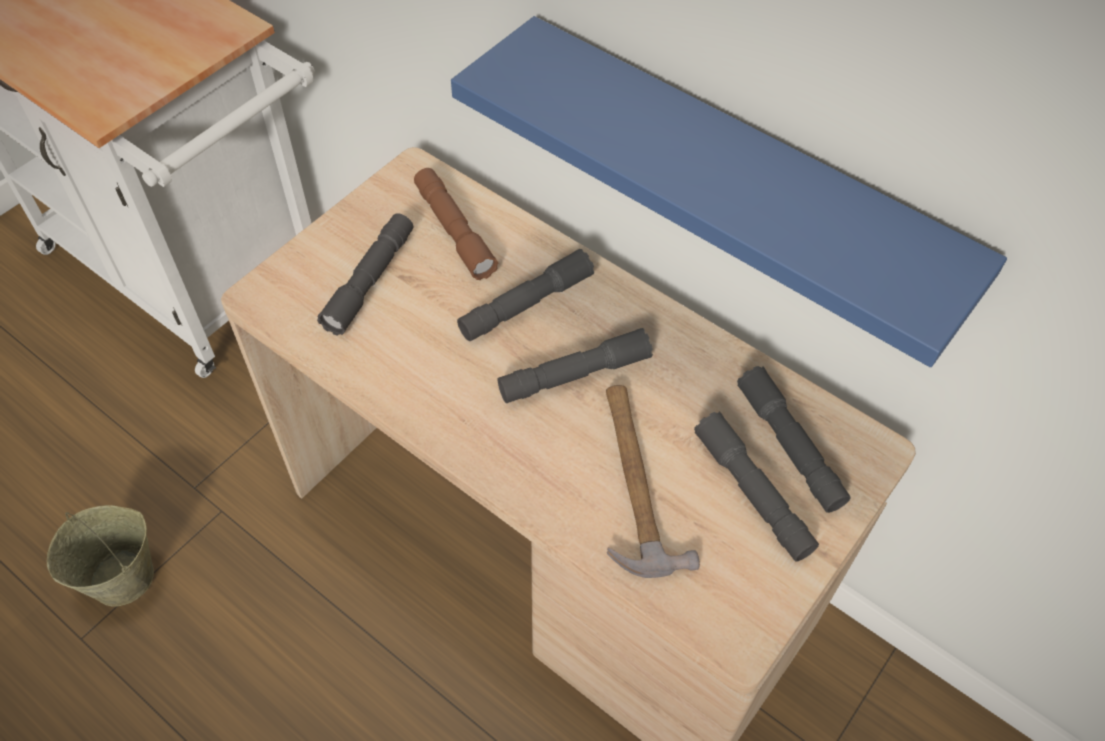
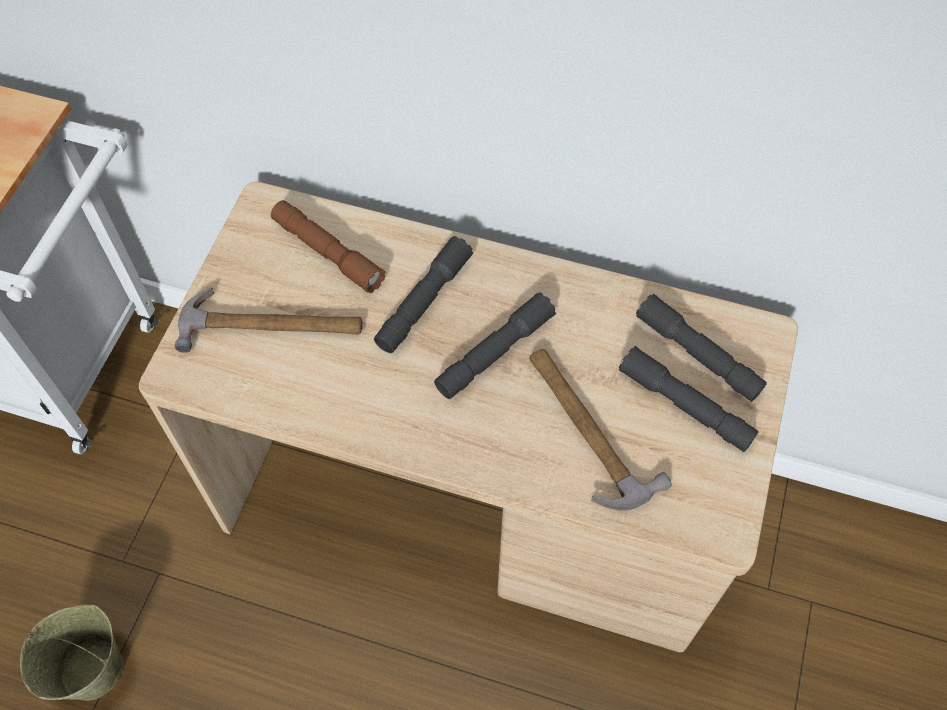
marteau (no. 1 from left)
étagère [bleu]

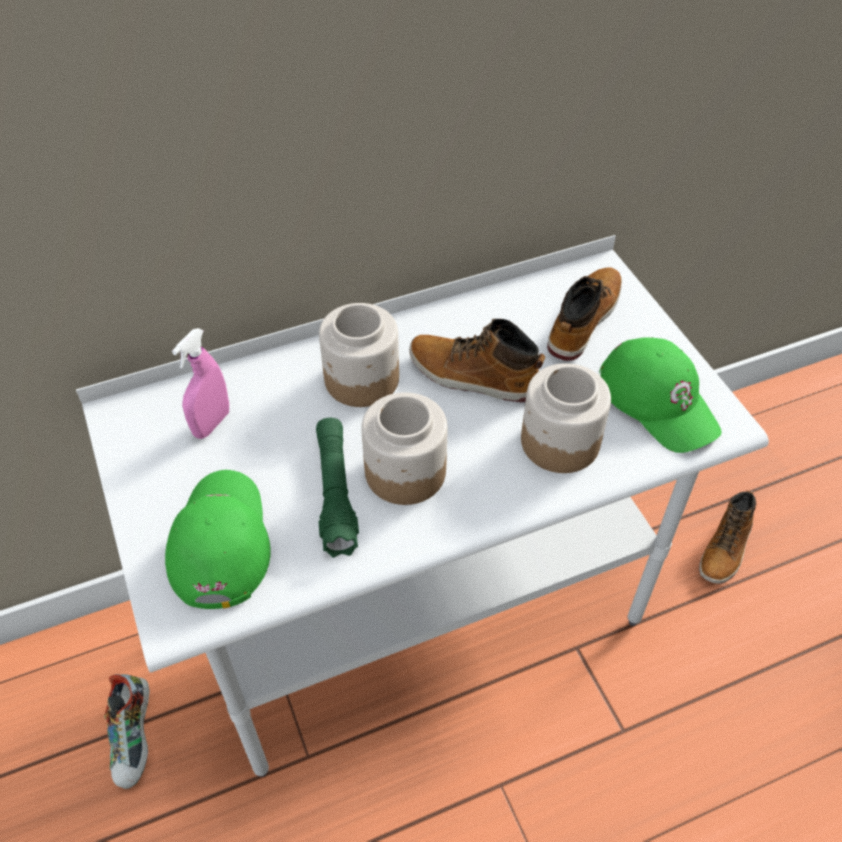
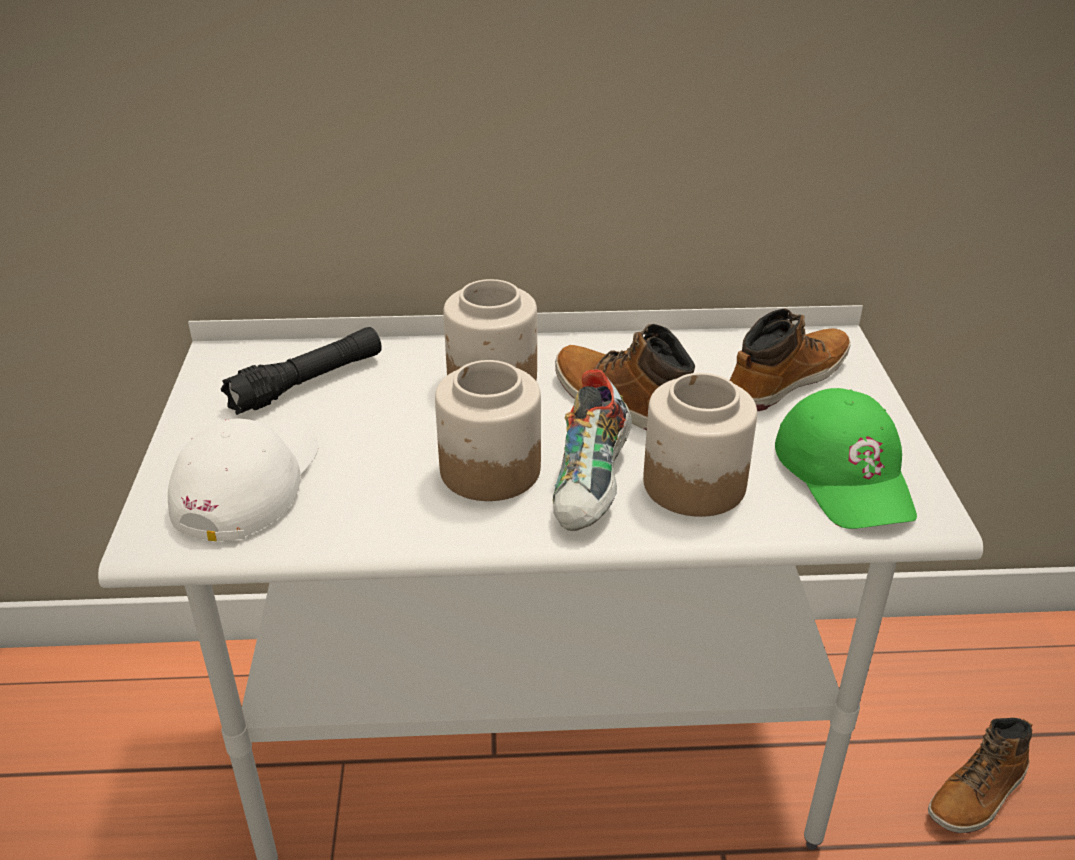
casquette [blanc]
lampe de poche [noir]
chaussure
lampe de poche [vert]

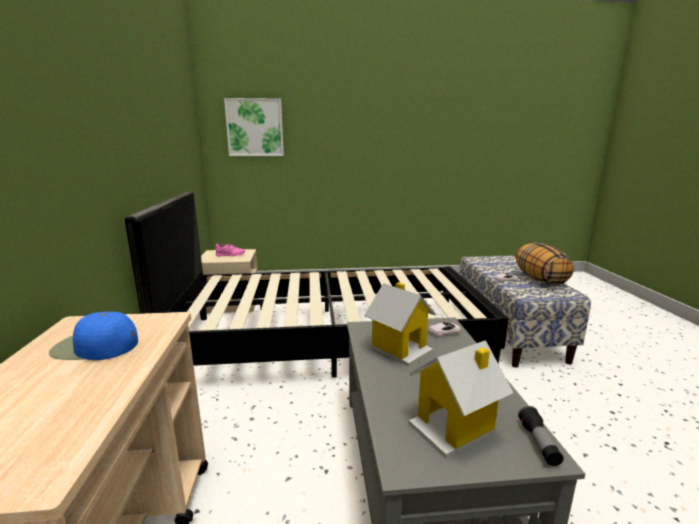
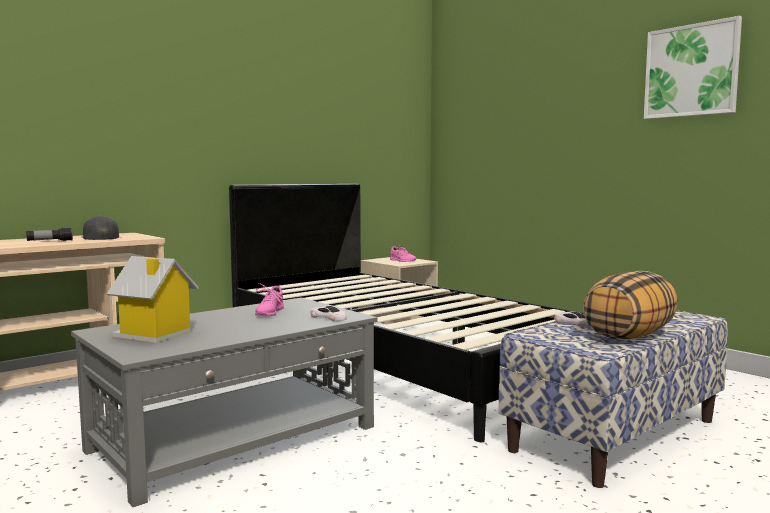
lampe de poche
casquette [noir]
chaussure [rose] (no. 1 from left)
tableau

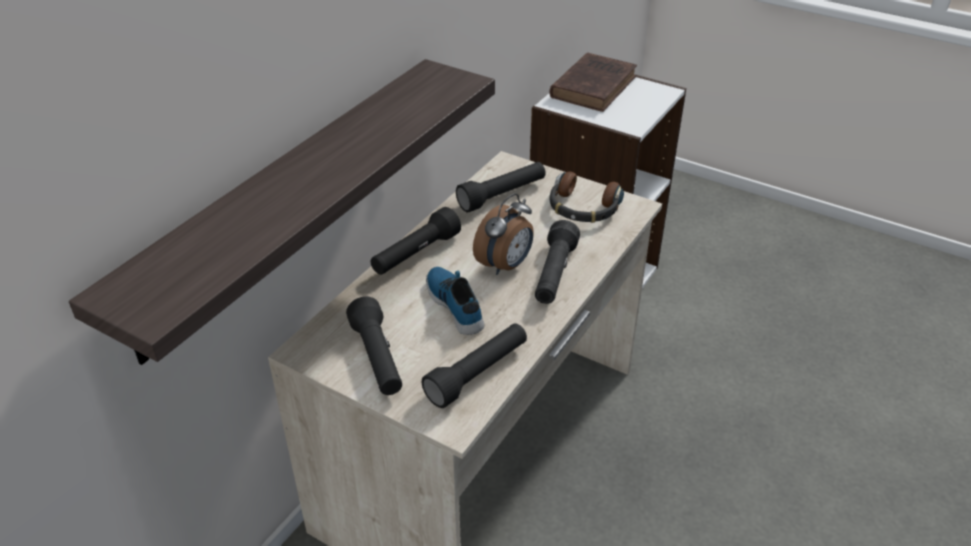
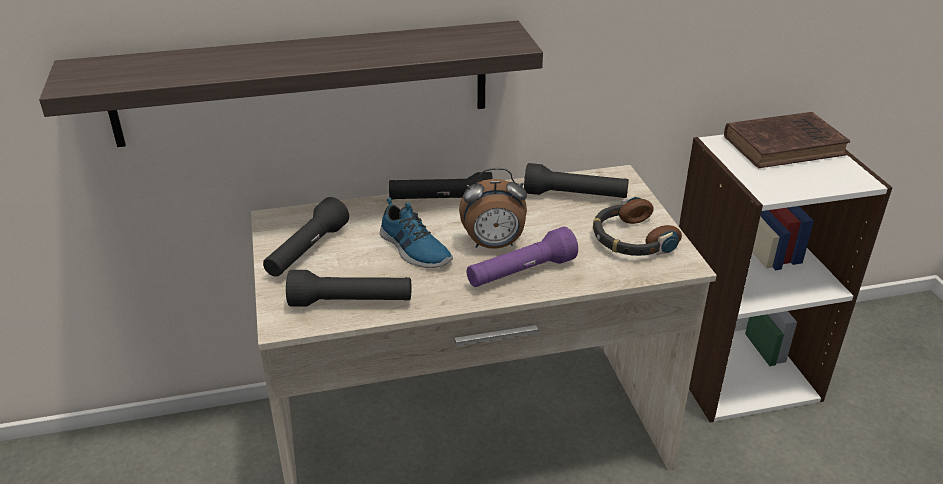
chaussure
lampe de poche [violet]

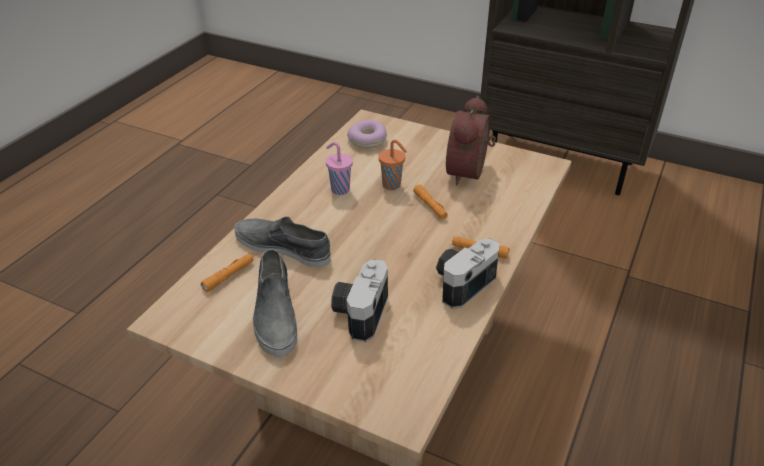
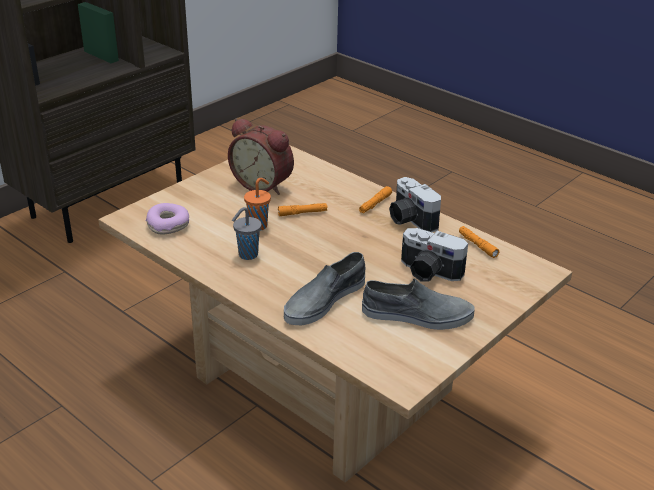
tasse [gris]
lampe de poche [orange] (no. 3 from left)

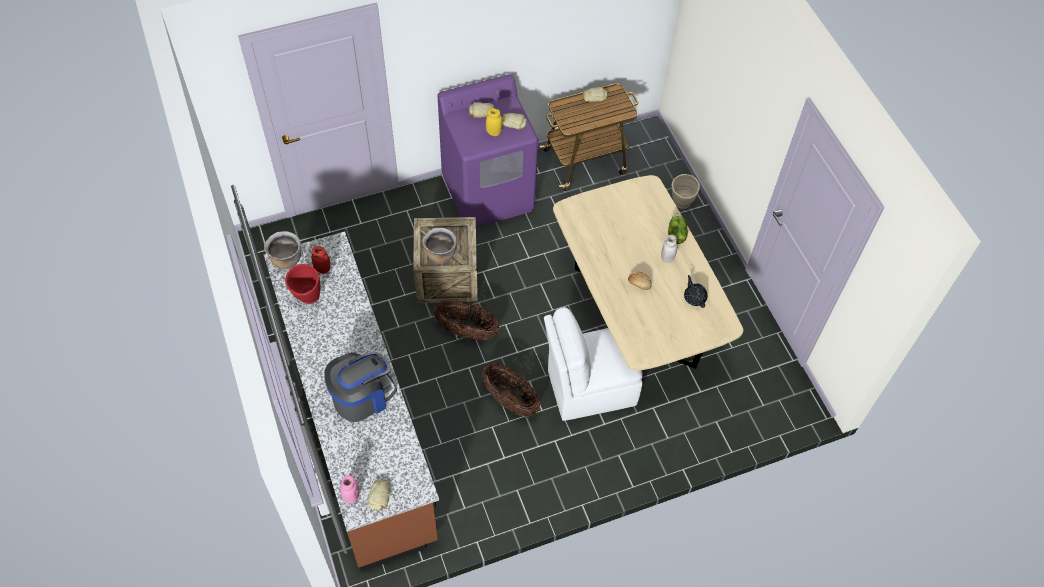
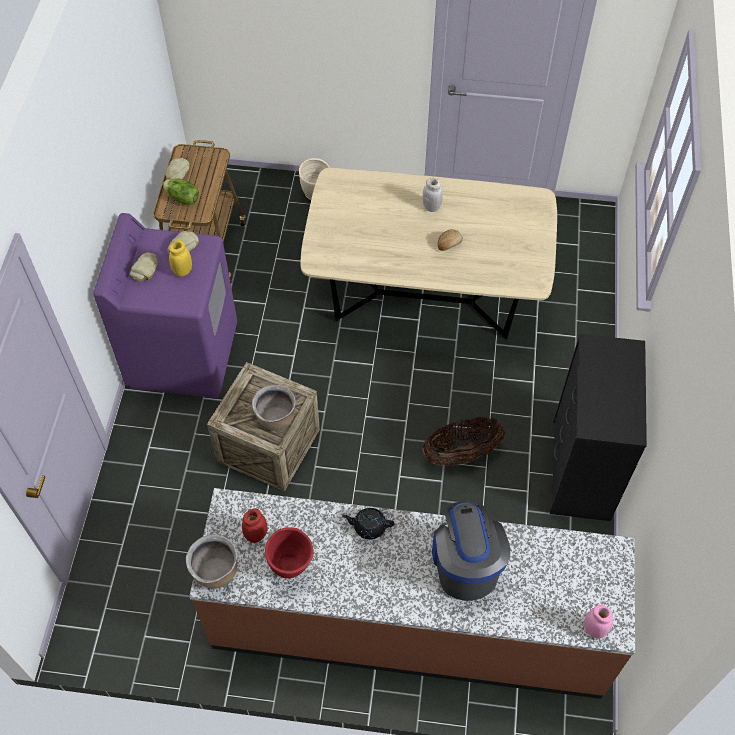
laitue
théière [noir]
commode [noir]
pain (no. 1 from left in the first image)
panier (no. 1 from left in the first image)
chaise [blanc]

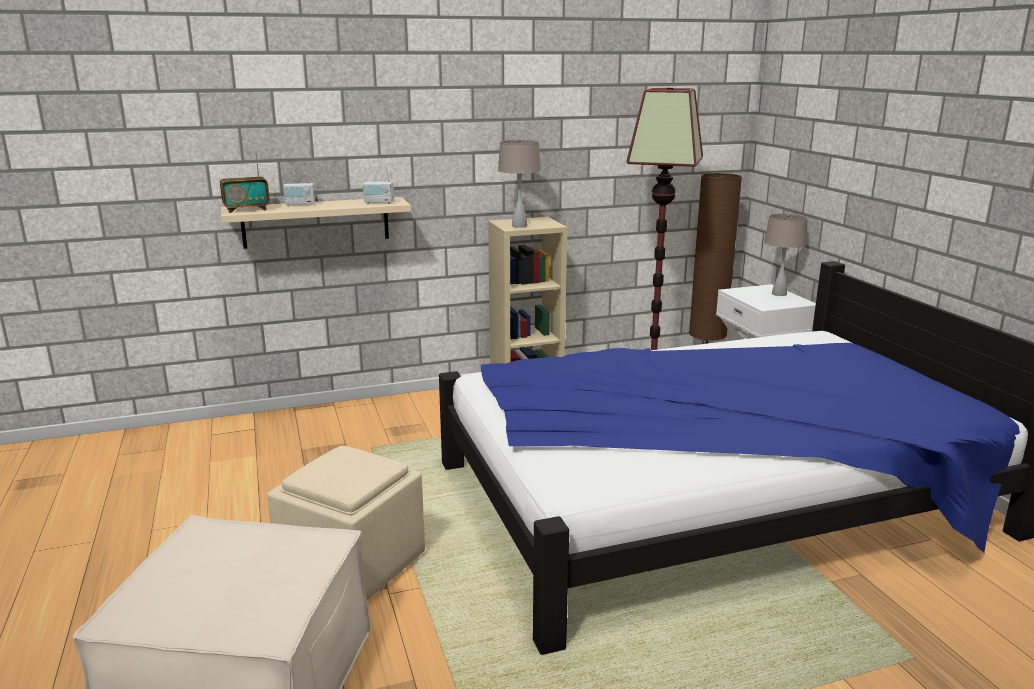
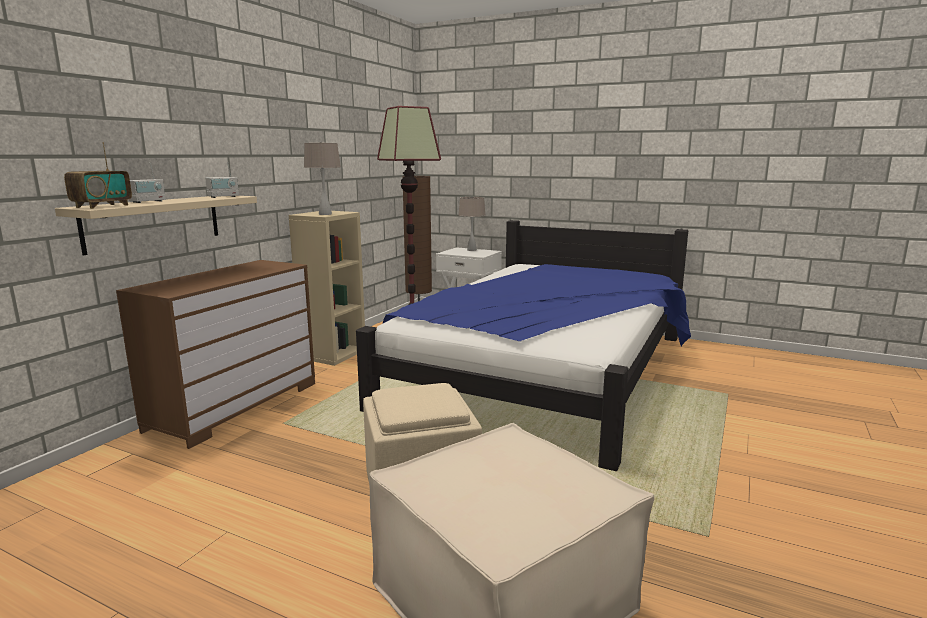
commode [marron]

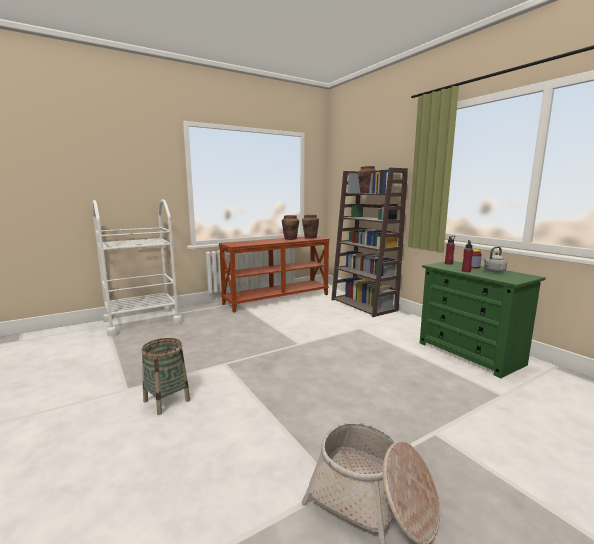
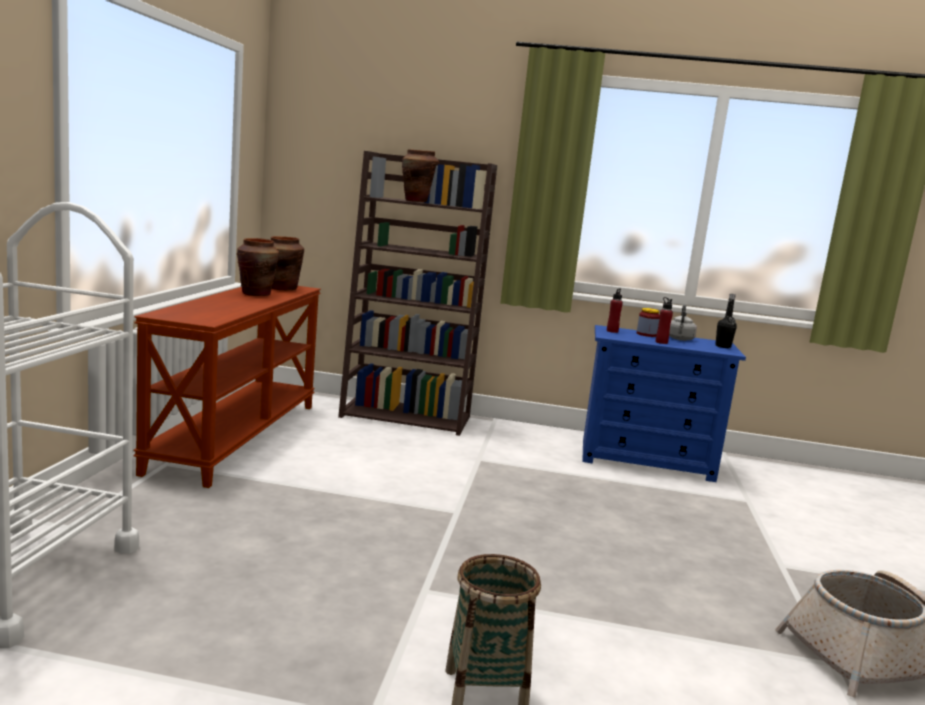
commode [bleu]
bouteille [noir]

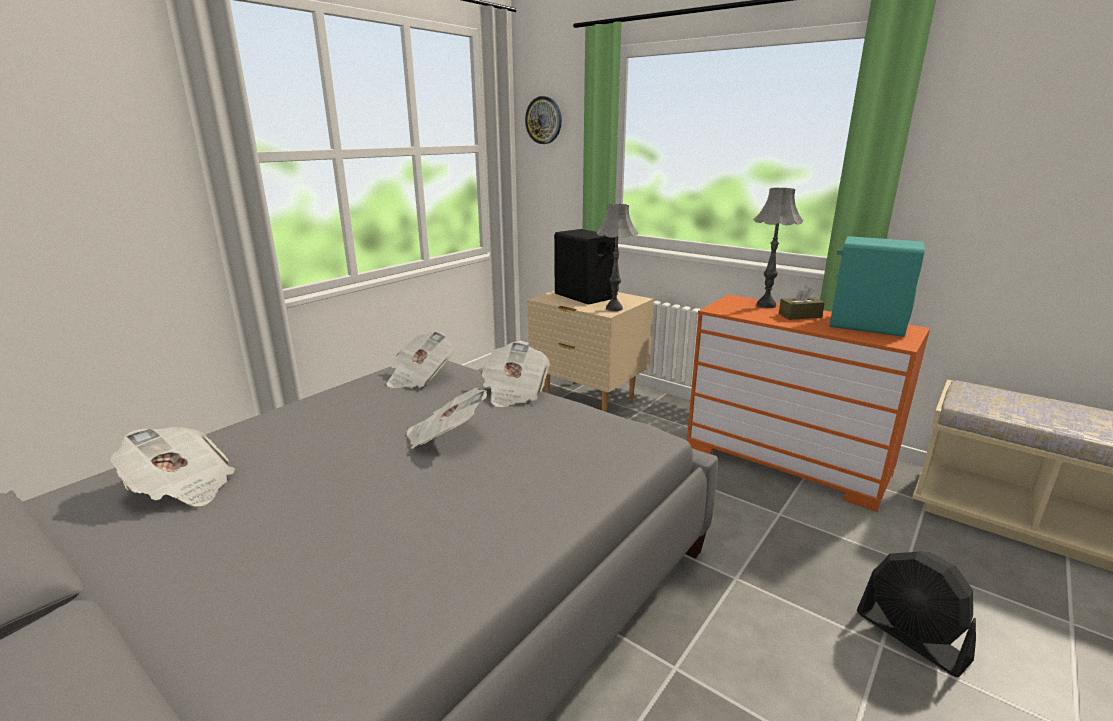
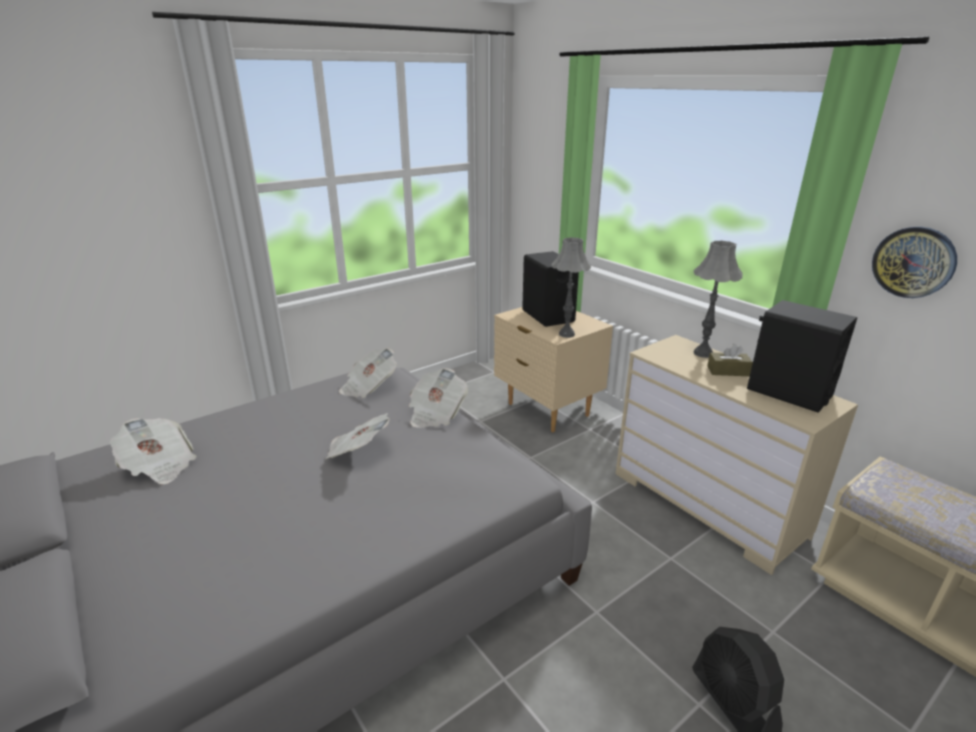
commode [beige]
enceinte [noir] (no. 2 from left)
horloge murale

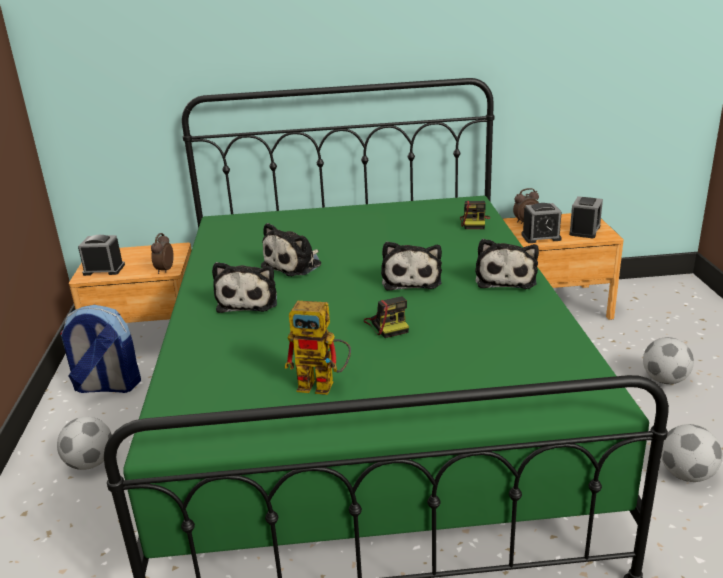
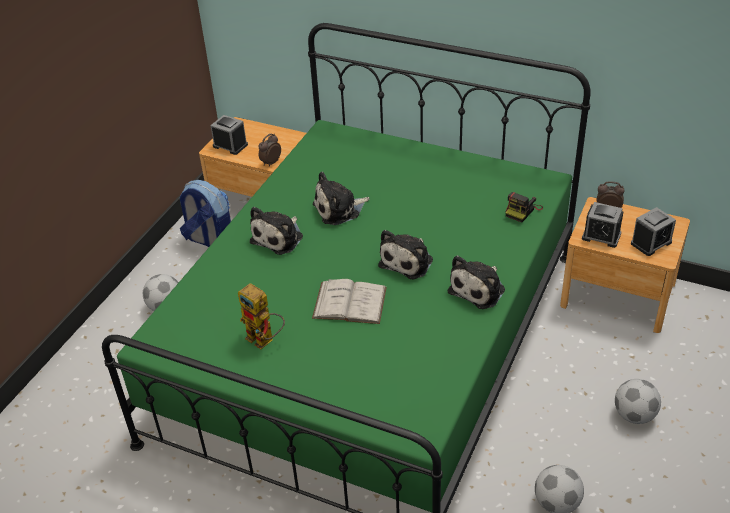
livre [blanc]

